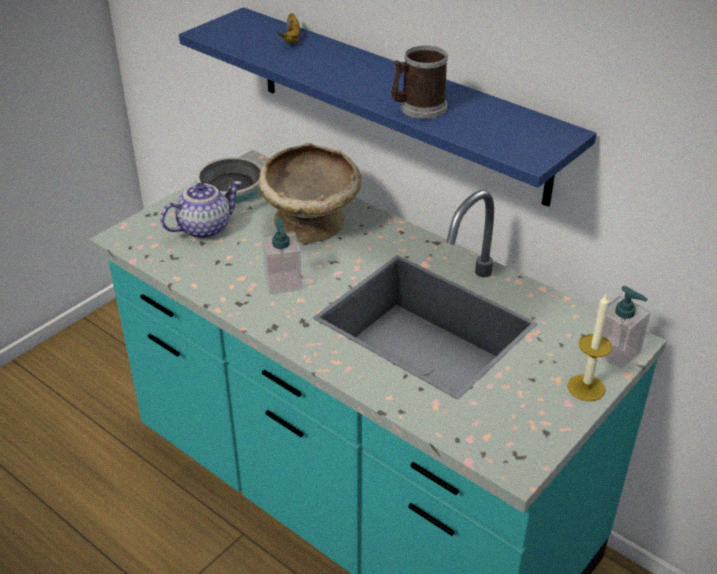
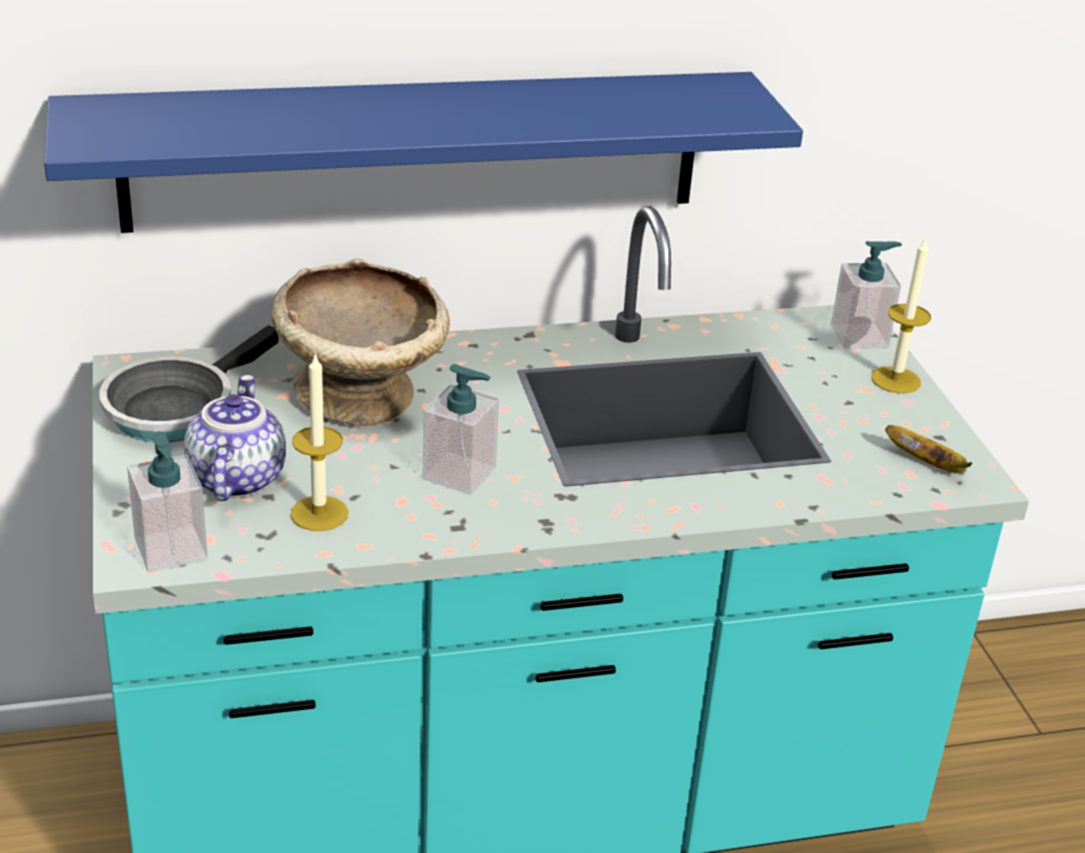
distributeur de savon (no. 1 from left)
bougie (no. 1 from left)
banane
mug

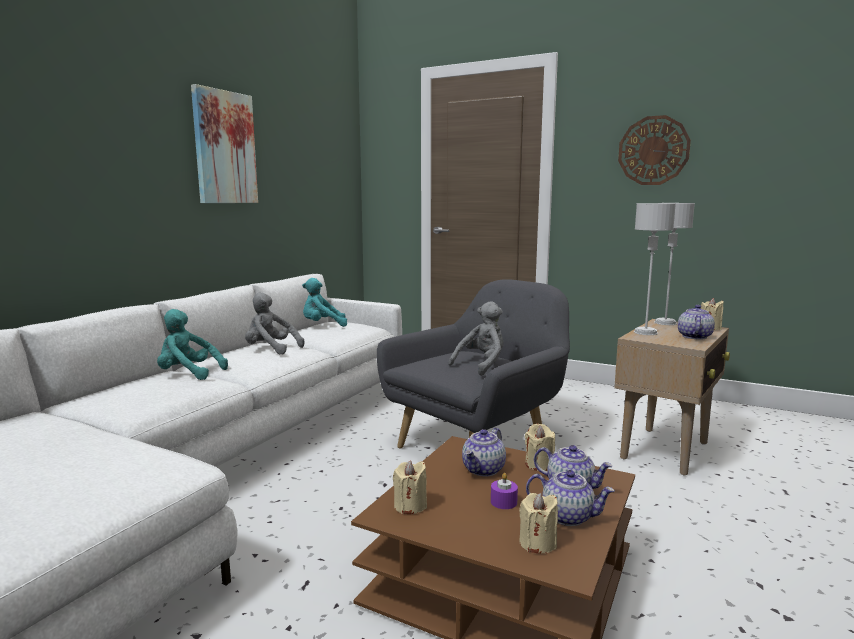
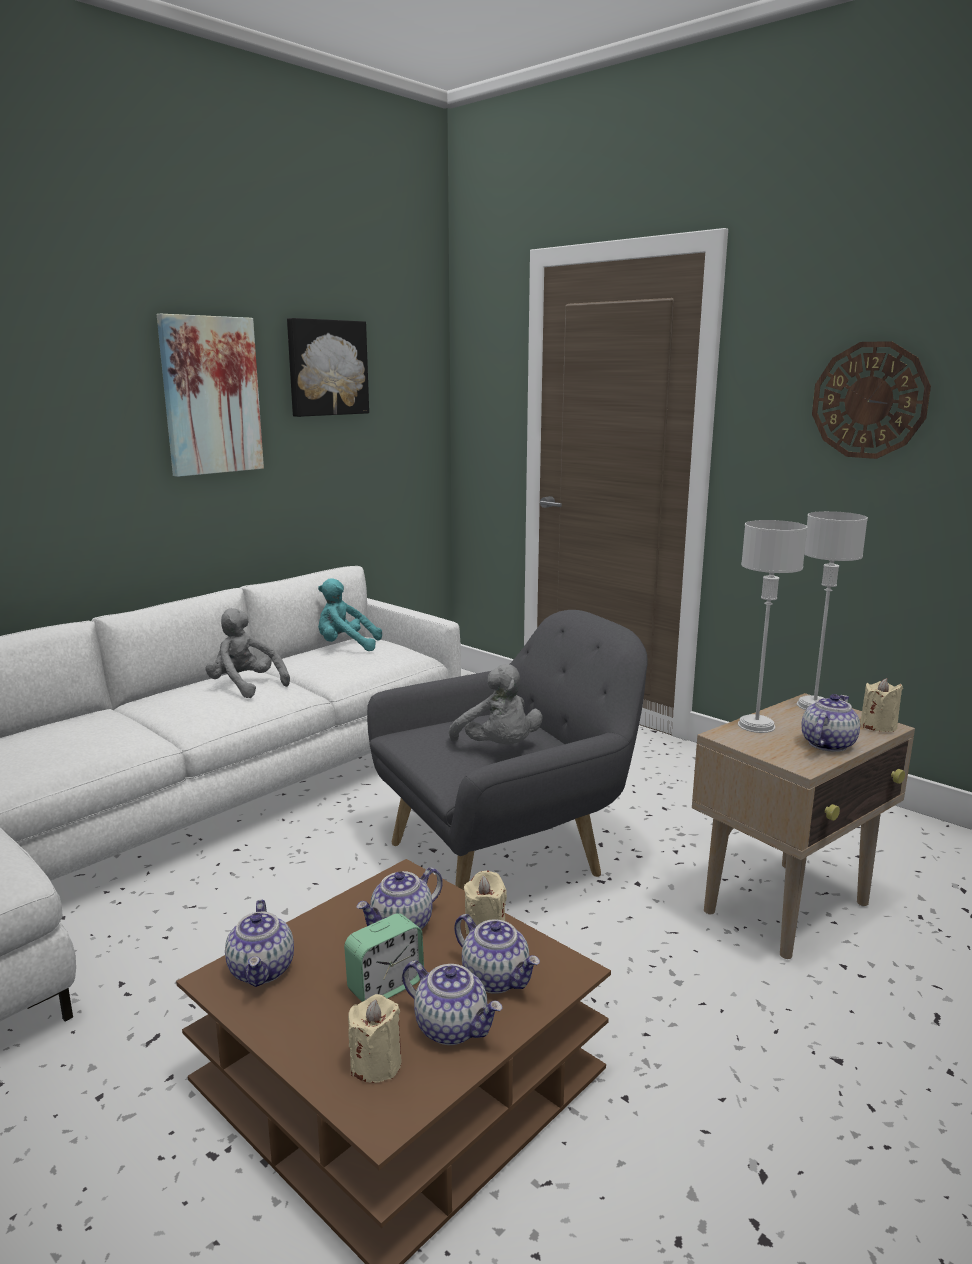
théière (no. 1 from left)
tableau (no. 2 from left)
réveil
peluche [gris] (no. 2 from left)
peluche [turquoise] (no. 1 from left in the first image)

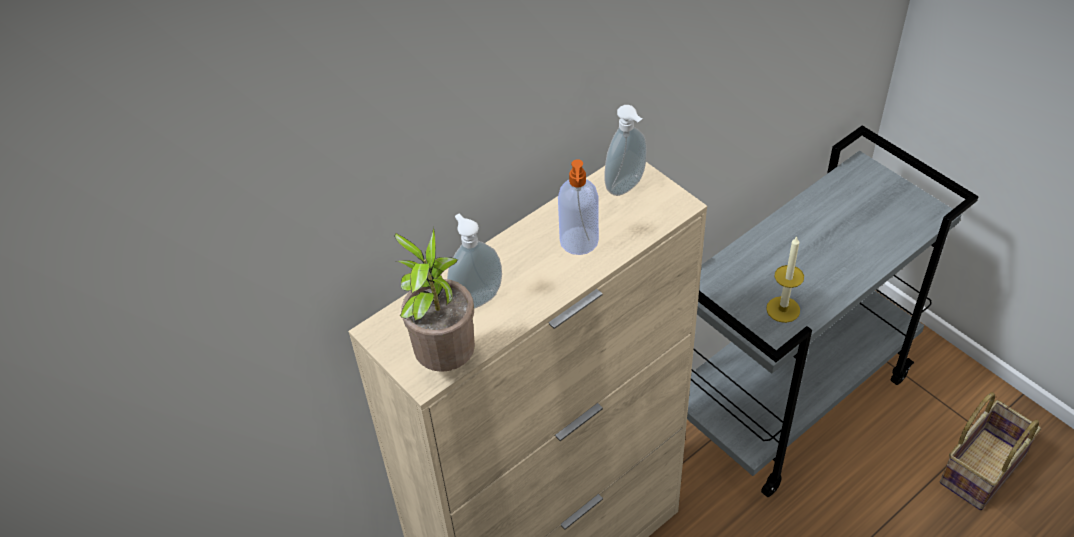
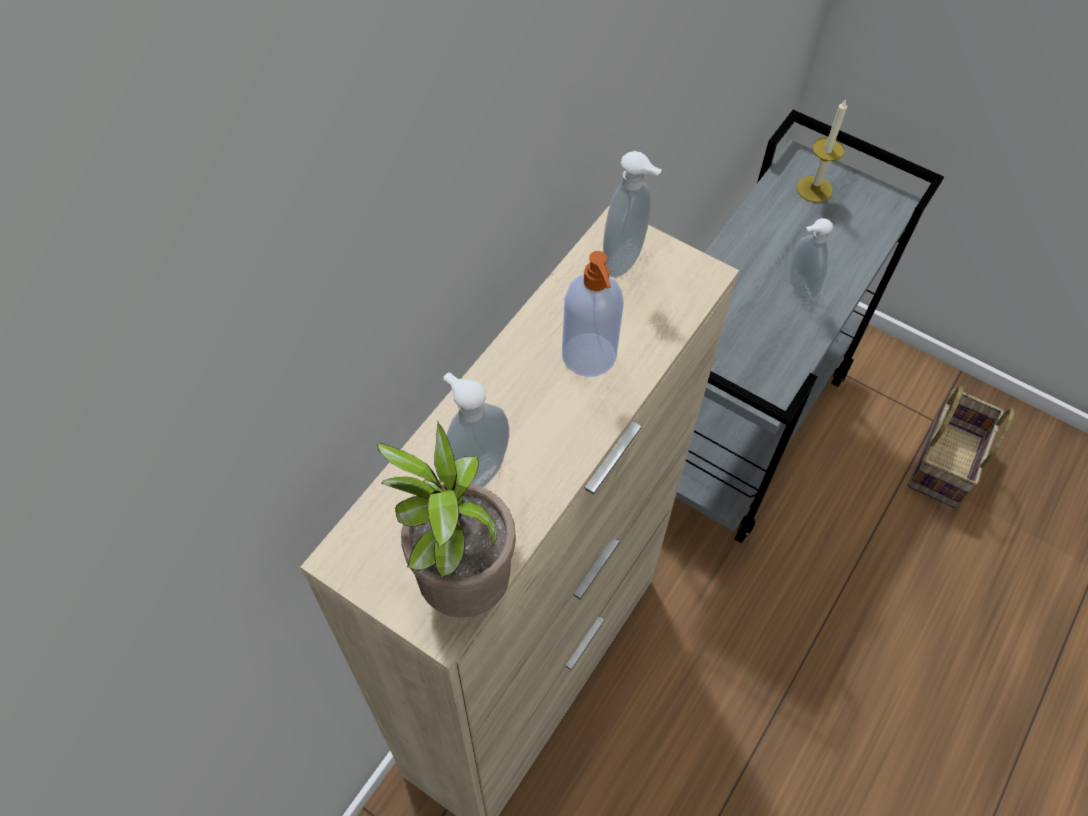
distributeur de savon (no. 4 from left)
bougie

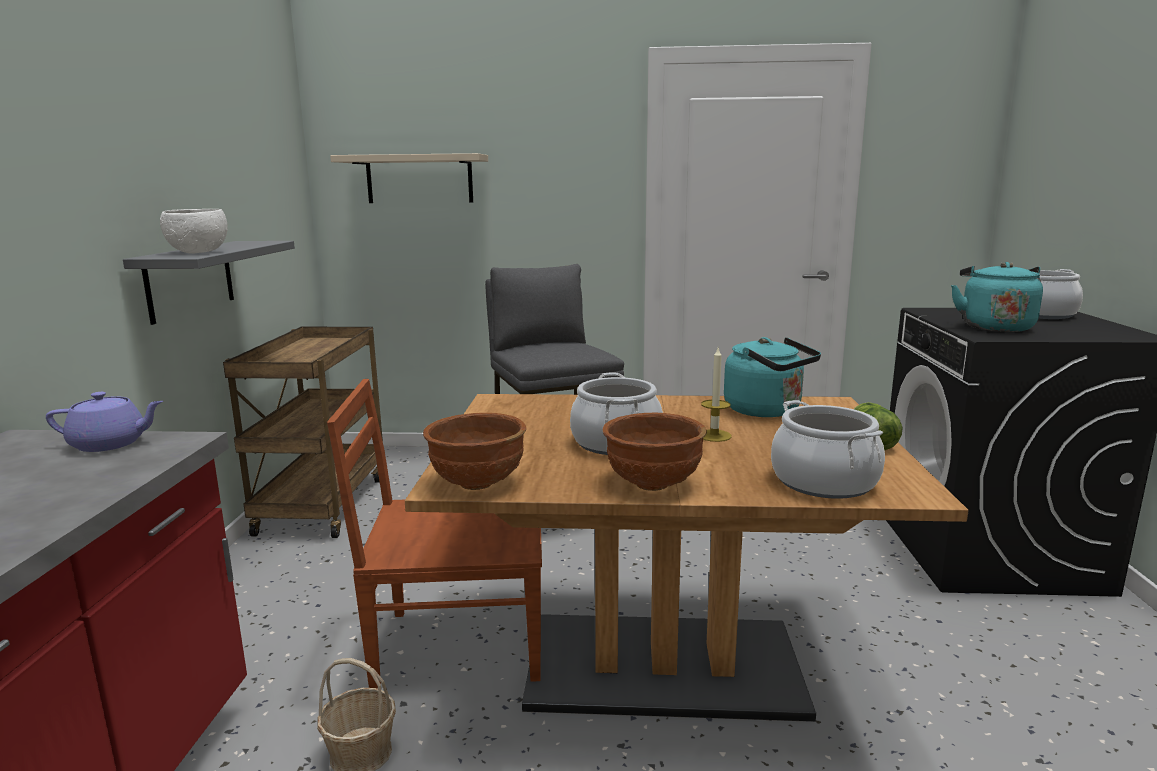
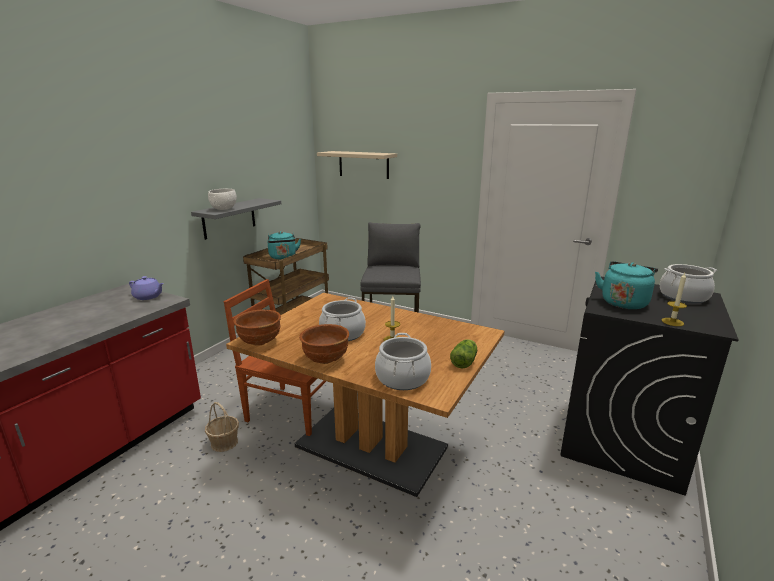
bouilloire [turquoise] (no. 1 from left)
bougie (no. 2 from left)

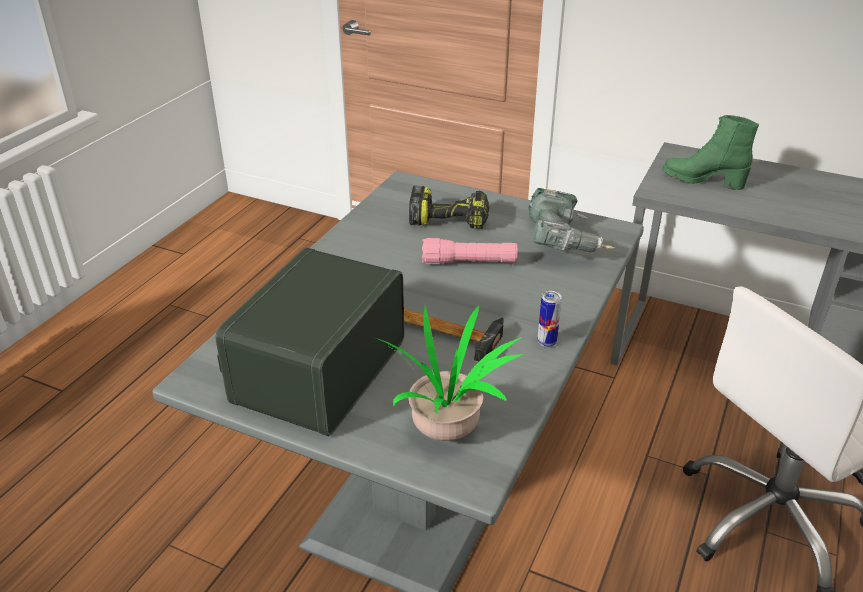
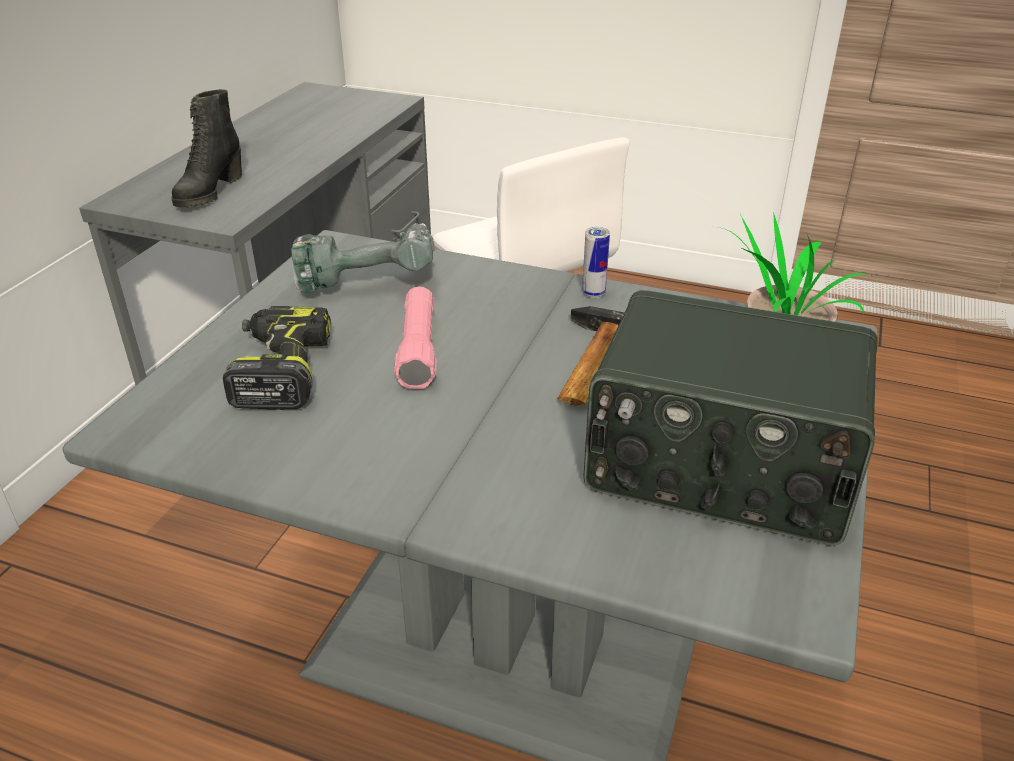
botte [noir]

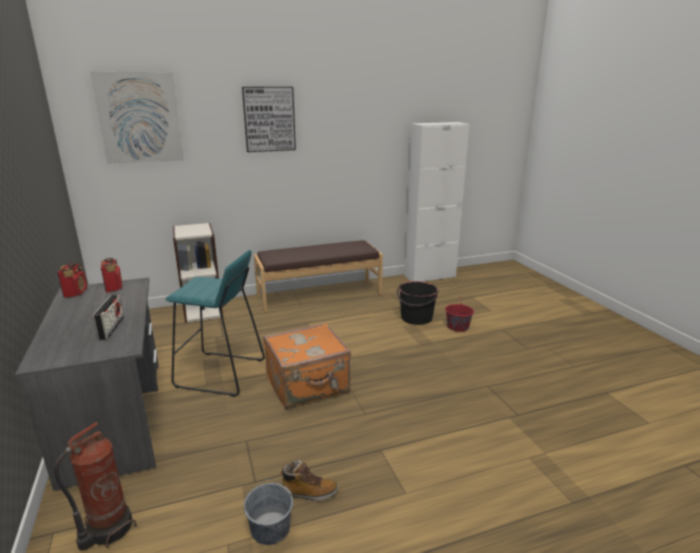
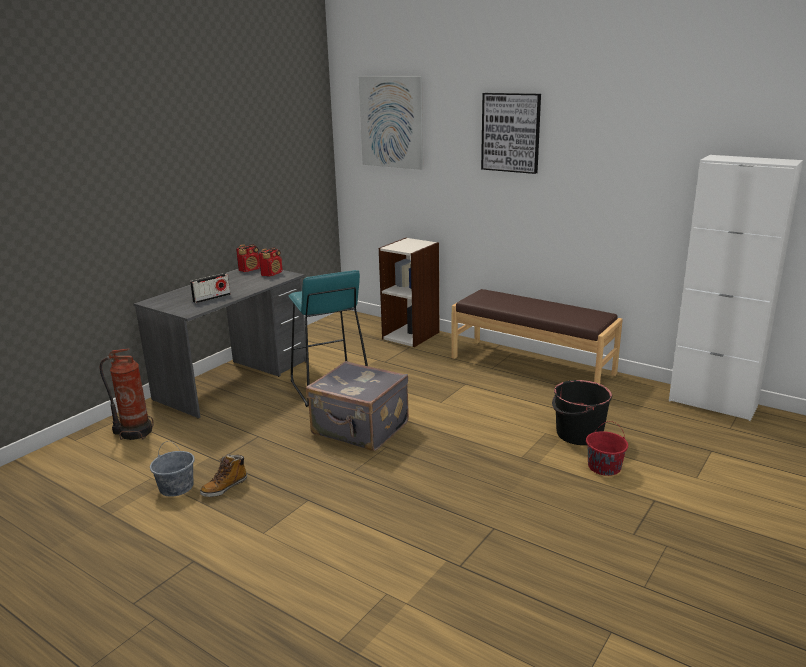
botte
valise [gris]

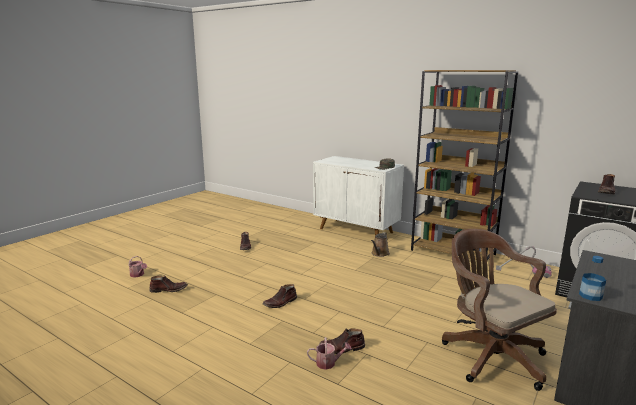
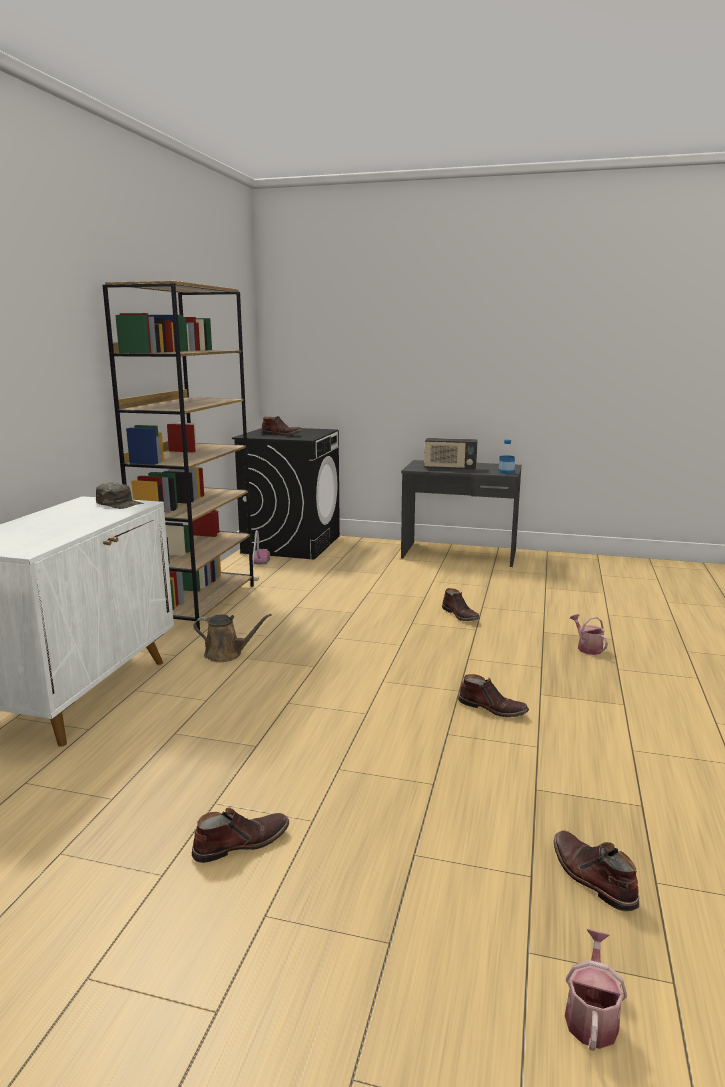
radio
botte [marron] (no. 3 from left)
chaise de bureau [marron]

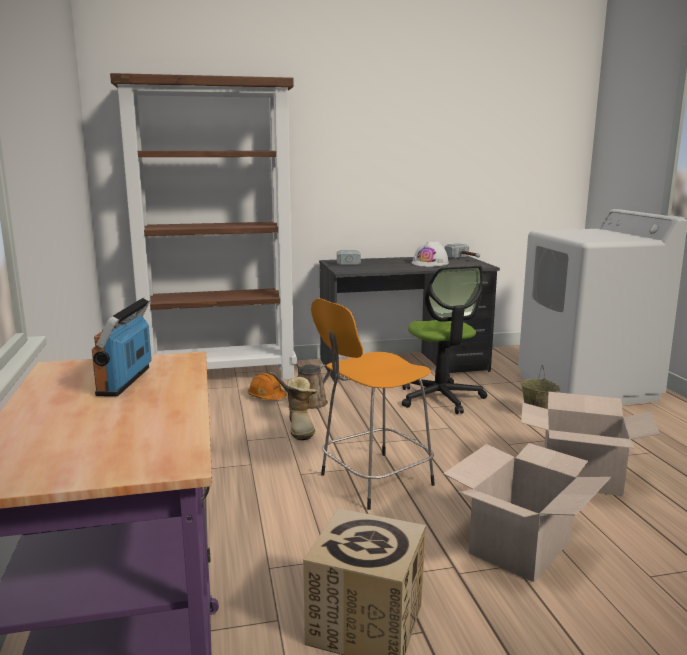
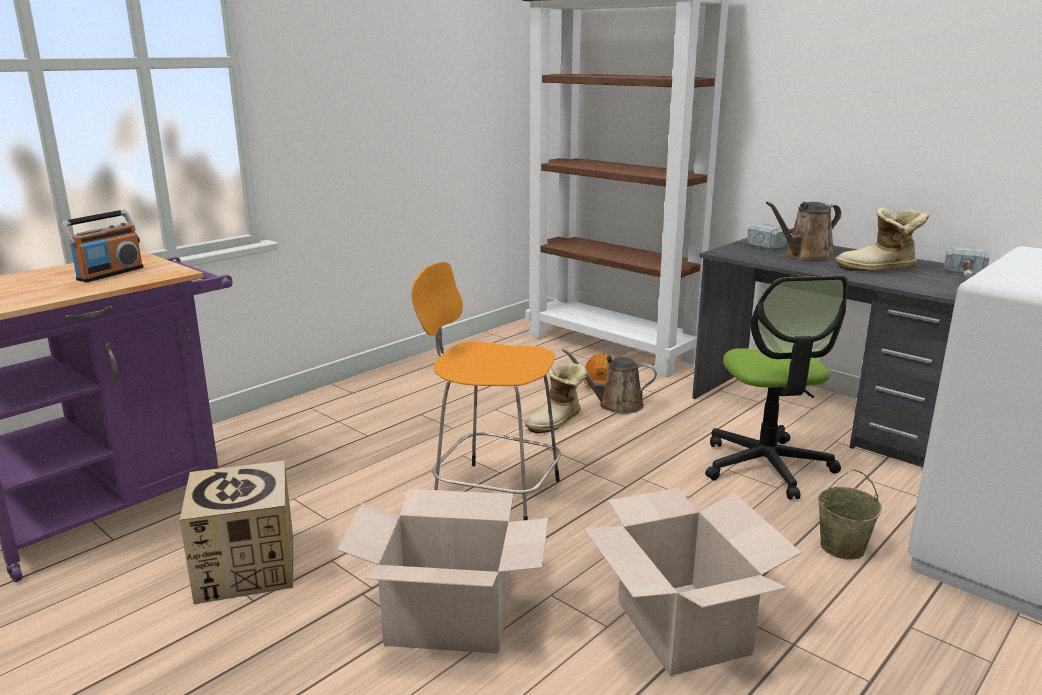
radio
chaise de bureau
arrosoir [marron] (no. 2 from left)
botte (no. 2 from left)

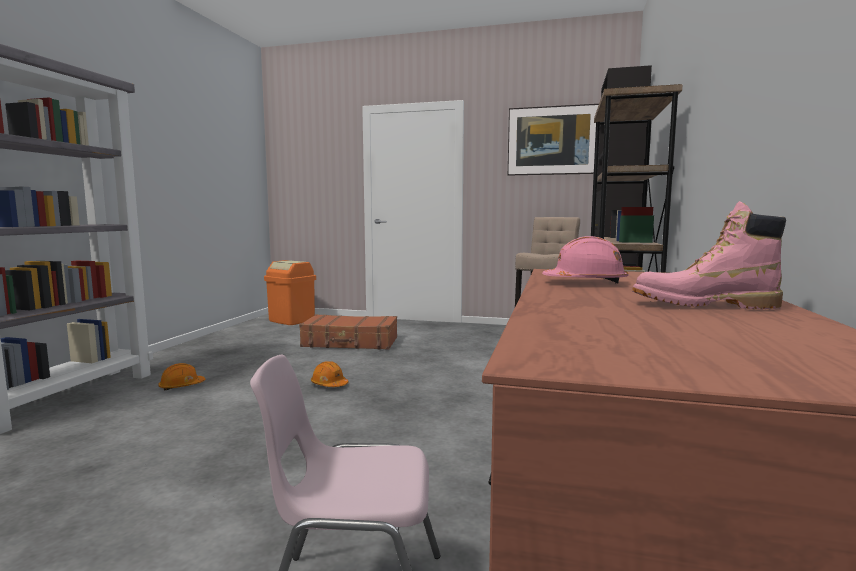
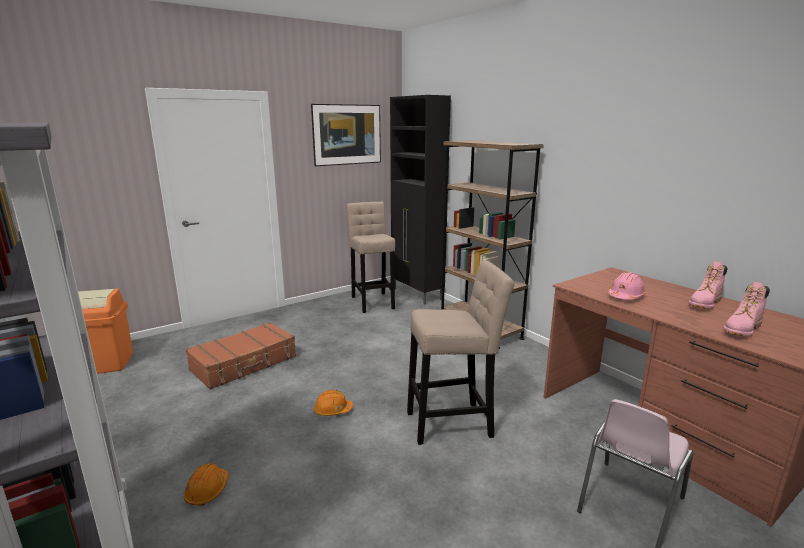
tabouret [beige] (no. 2 from left)
botte [rose] (no. 2 from left)

